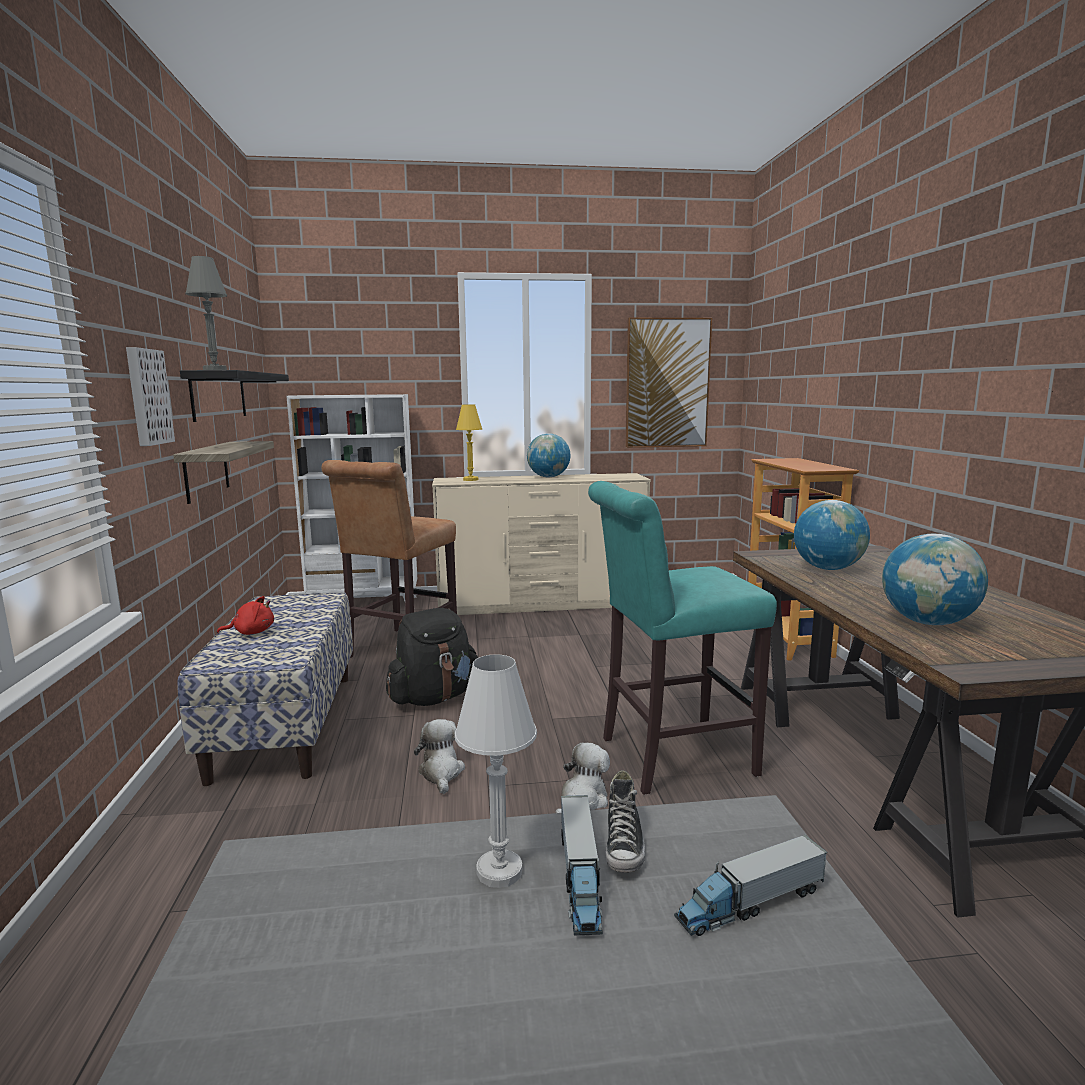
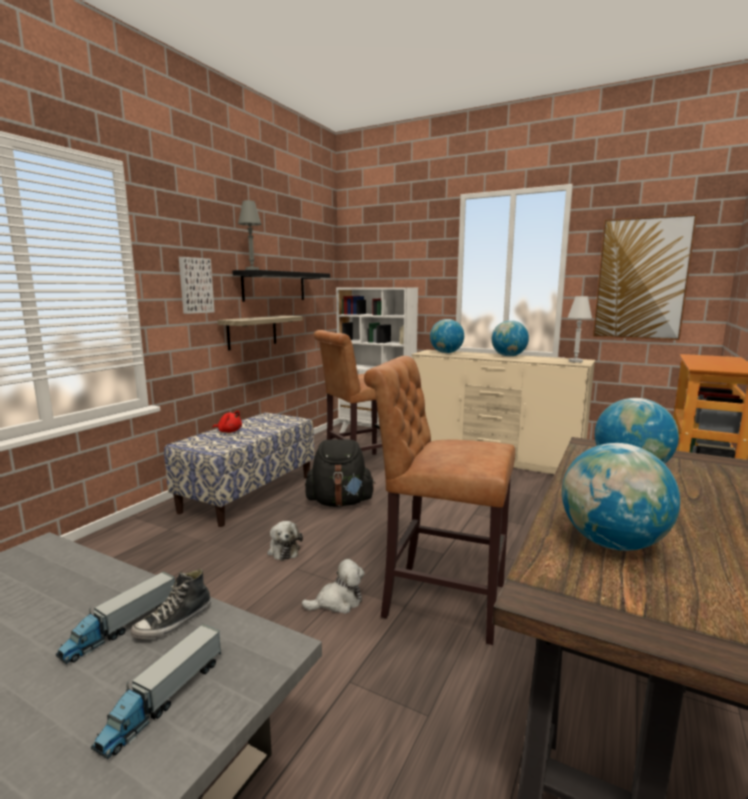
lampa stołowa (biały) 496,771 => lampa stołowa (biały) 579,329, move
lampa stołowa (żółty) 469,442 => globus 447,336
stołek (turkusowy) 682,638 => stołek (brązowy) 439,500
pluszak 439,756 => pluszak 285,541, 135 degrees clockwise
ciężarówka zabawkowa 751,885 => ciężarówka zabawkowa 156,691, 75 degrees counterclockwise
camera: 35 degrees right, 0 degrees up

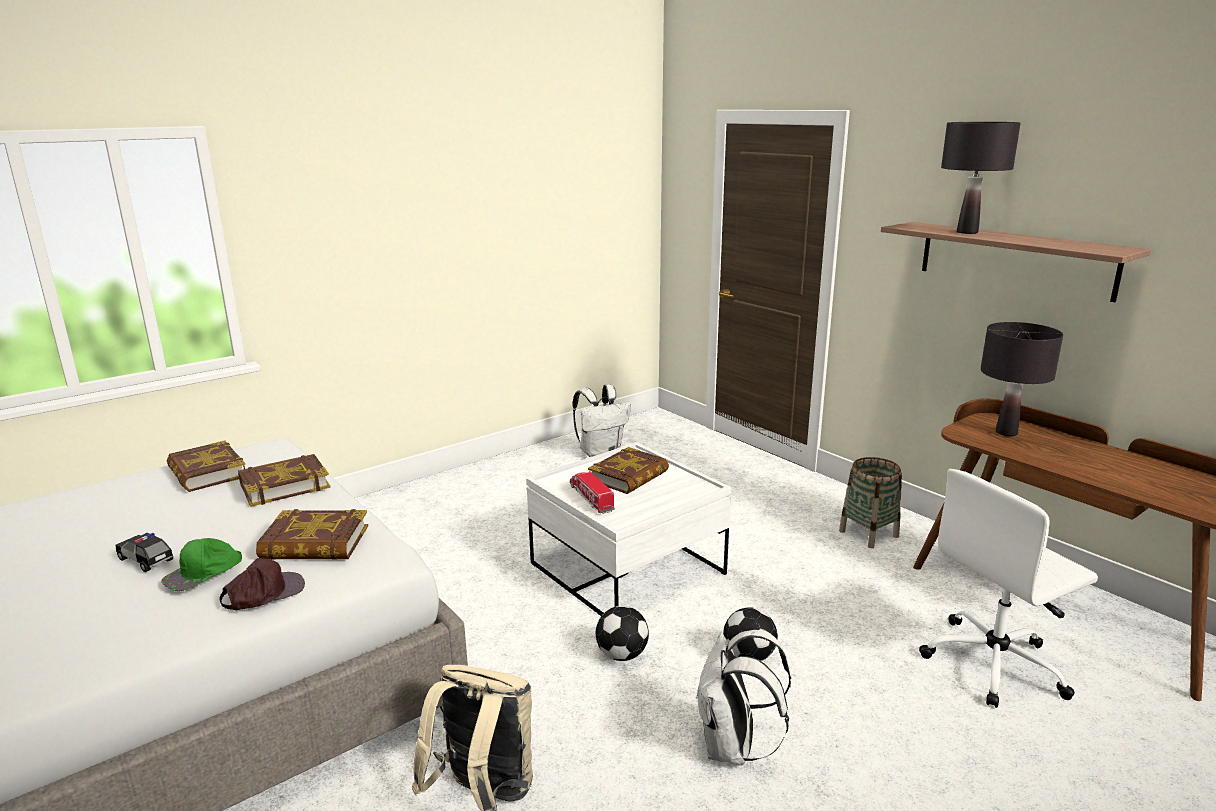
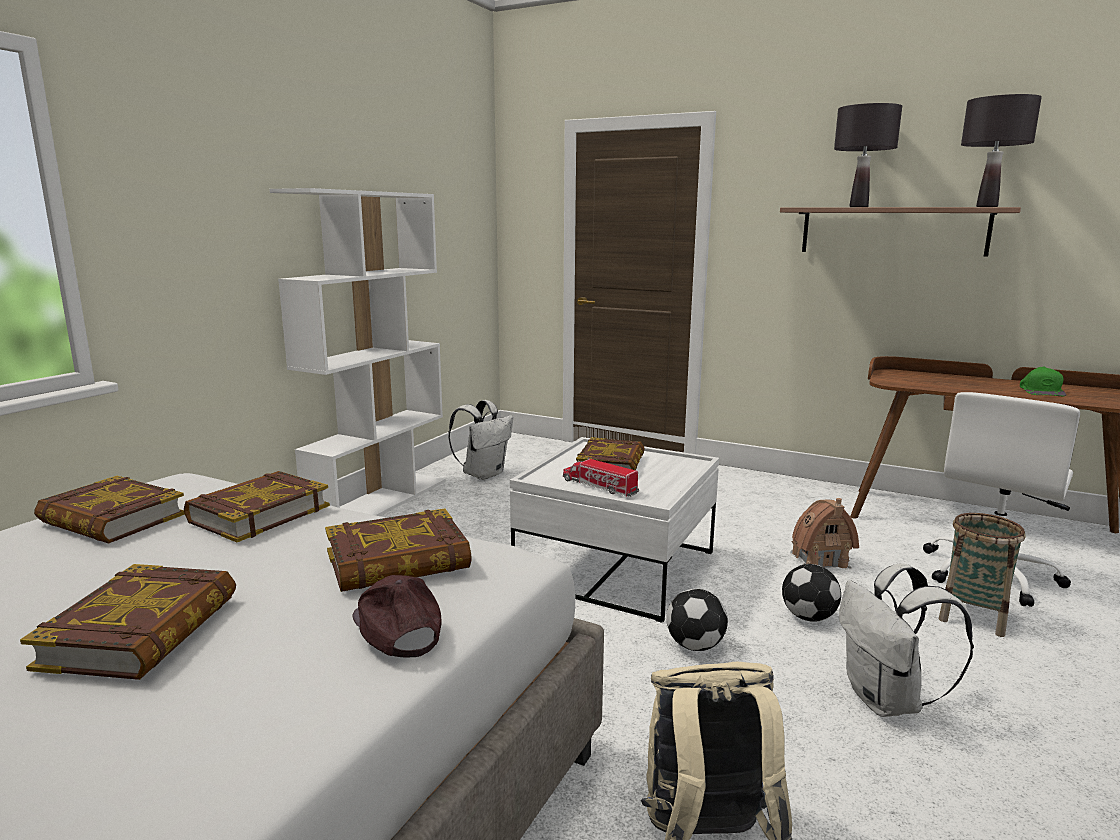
nothing => regał (biały) 357,352
nothing => domek 824,533
czapka z daszkiem (zielony) 201,564 => czapka z daszkiem (zielony) 1043,381, move
koszyk 870,502 => koszyk 982,575, move
lampa stołowa (czarny) 1021,379 => lampa stołowa (czarny) 1001,150, move
samochodzik 144,552 => książka 128,622
czapka z daszkiem (brązowy) 262,584 => czapka z daszkiem (brązowy) 397,616, 60 degrees counterclockwise
camera: 25 degrees left, 5 degrees down

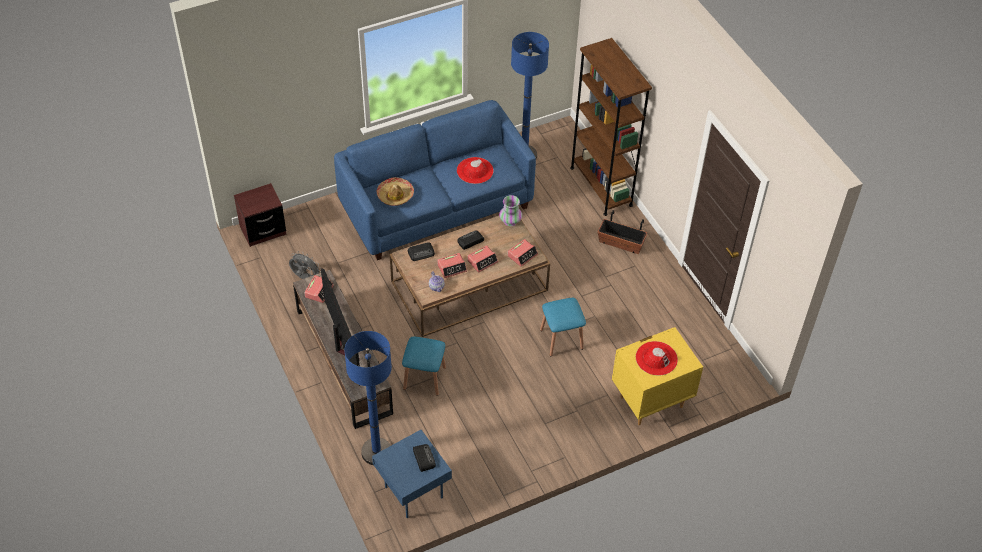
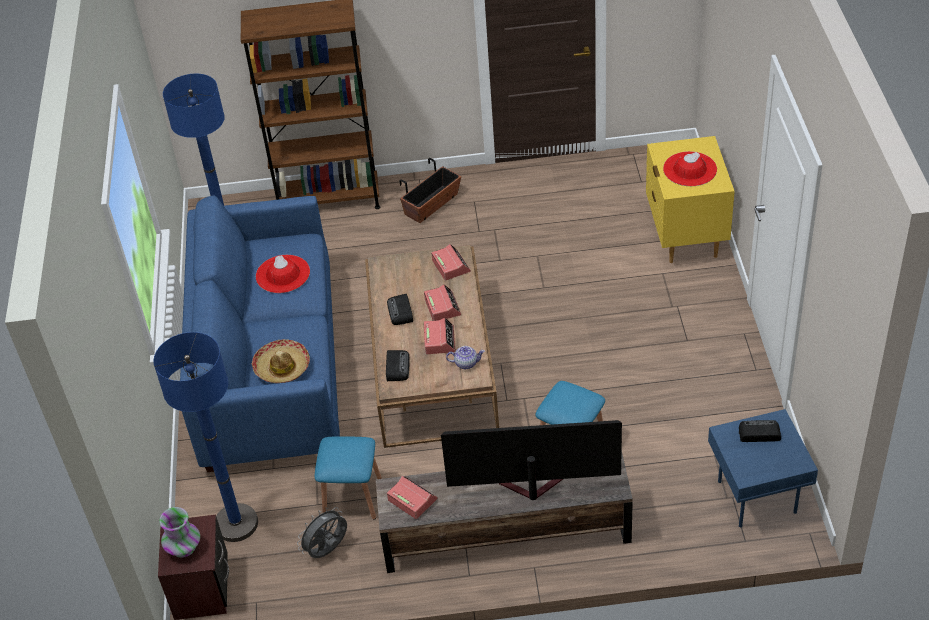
lampa stojąca (niebieski) 368,398 => lampa stojąca (niebieski) 205,437, move
wazon 510,210 => wazon 179,532, move
stołek (niebieski) 563,327 => stołek (niebieski) 348,478, move
camera: 65 degrees left, 5 degrees down

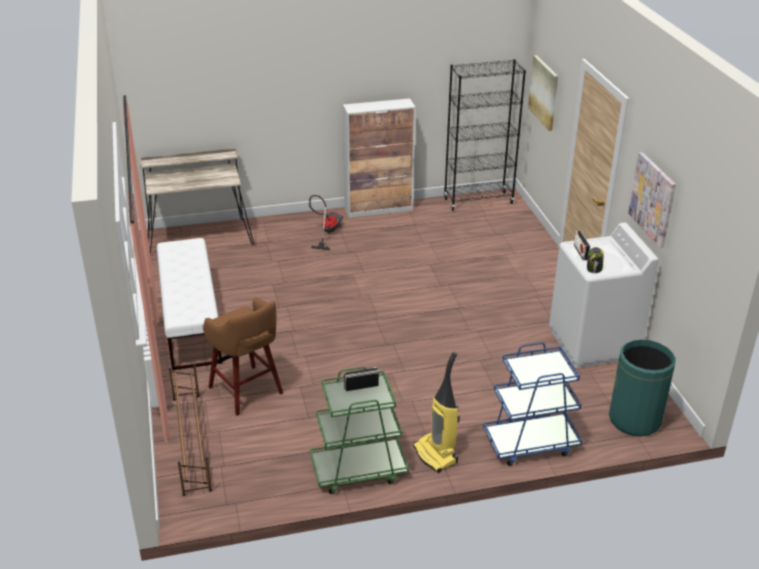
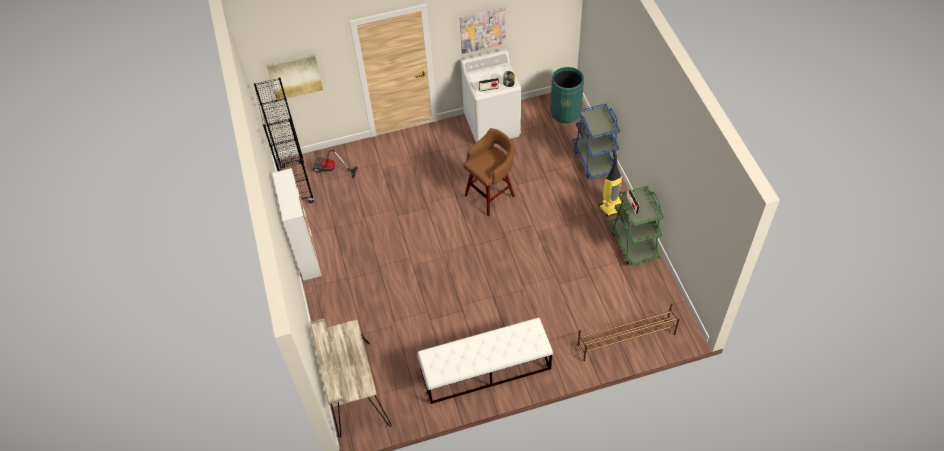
stołek (brązowy) 243,356 => stołek (brązowy) 489,172, move
odkurzacz 326,222 => odkurzacz 335,164, move
camera: 90 degrees left, 20 degrees up

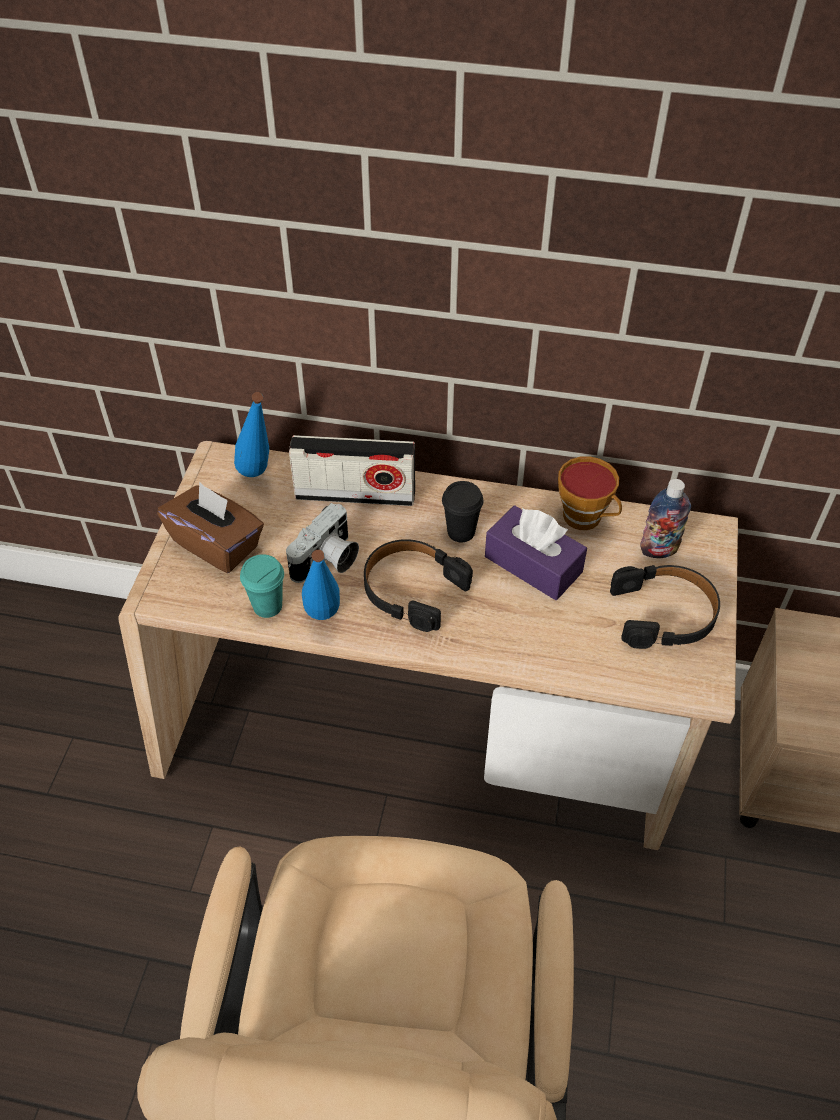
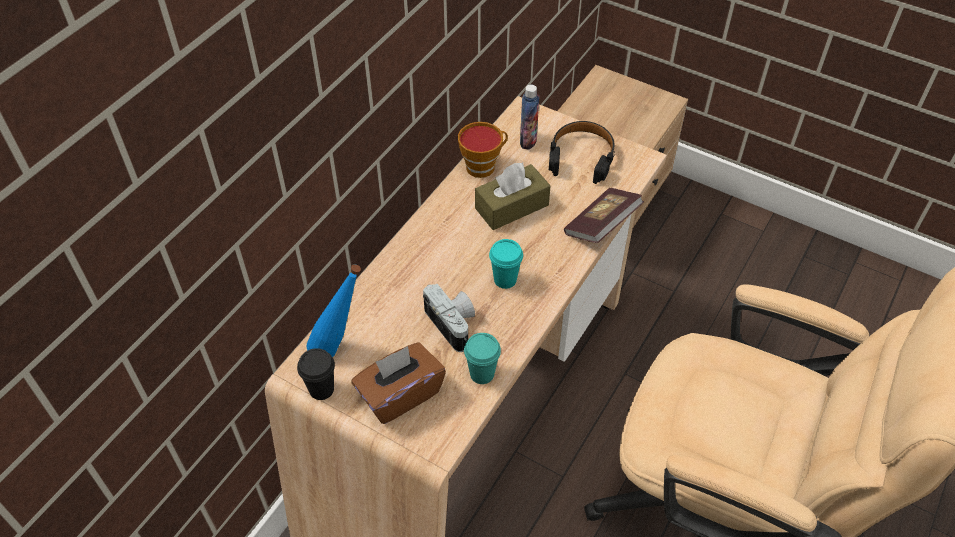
radio 352,470 => nothing
butelka (niebieski) 321,585 => nothing
nothing => książka 604,215
filiżanka (czarny) 462,511 => filiżanka (czarny) 316,374, move
słuchawki (czarny) 418,585 => filiżanka (turkusowy) 506,264
pudełko chusteczek (fioletowy) 536,552 => pudełko chusteczek (brązowy) 513,196
camera: 70 degrees left, 0 degrees up

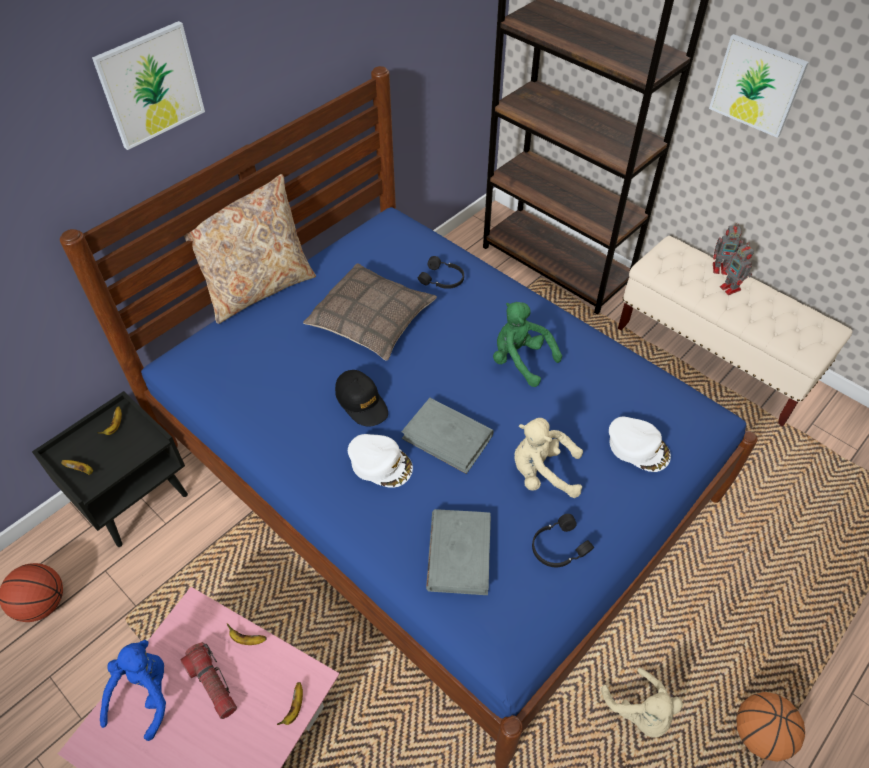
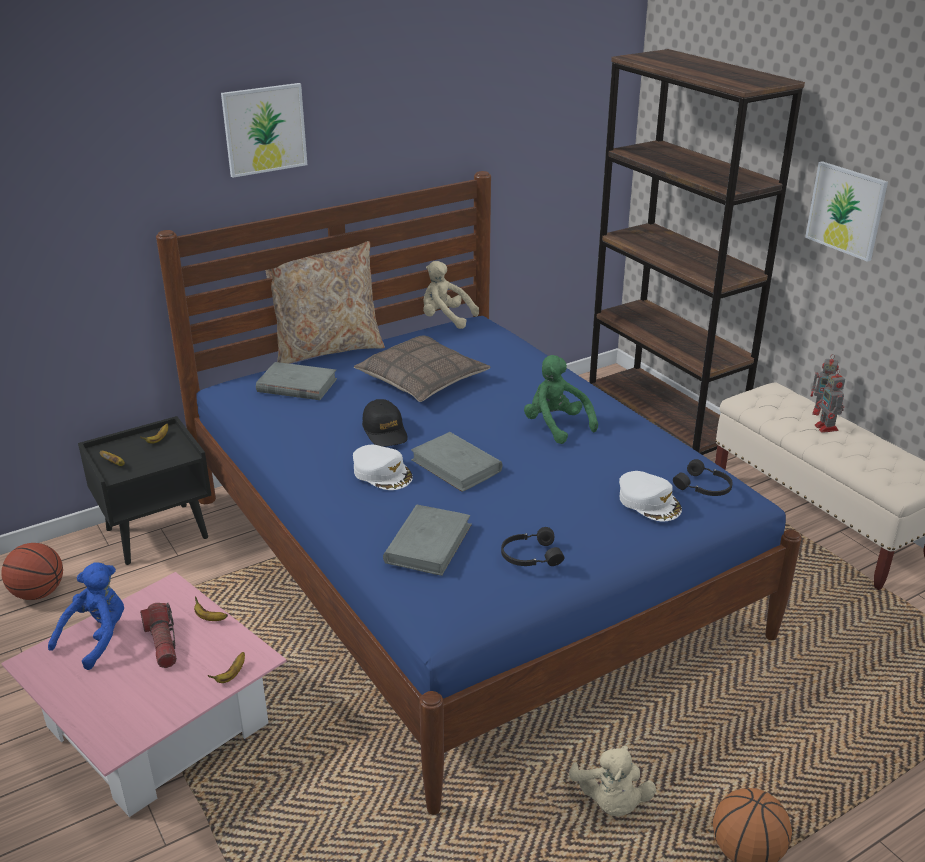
nothing => książka (szary) 296,381
słuchawki (czarny) 441,272 => słuchawki (czarny) 703,477, move
pluszak (beżowy) 548,458 => pluszak (beżowy) 451,295, move
camera: 15 degrees right, 20 degrees down

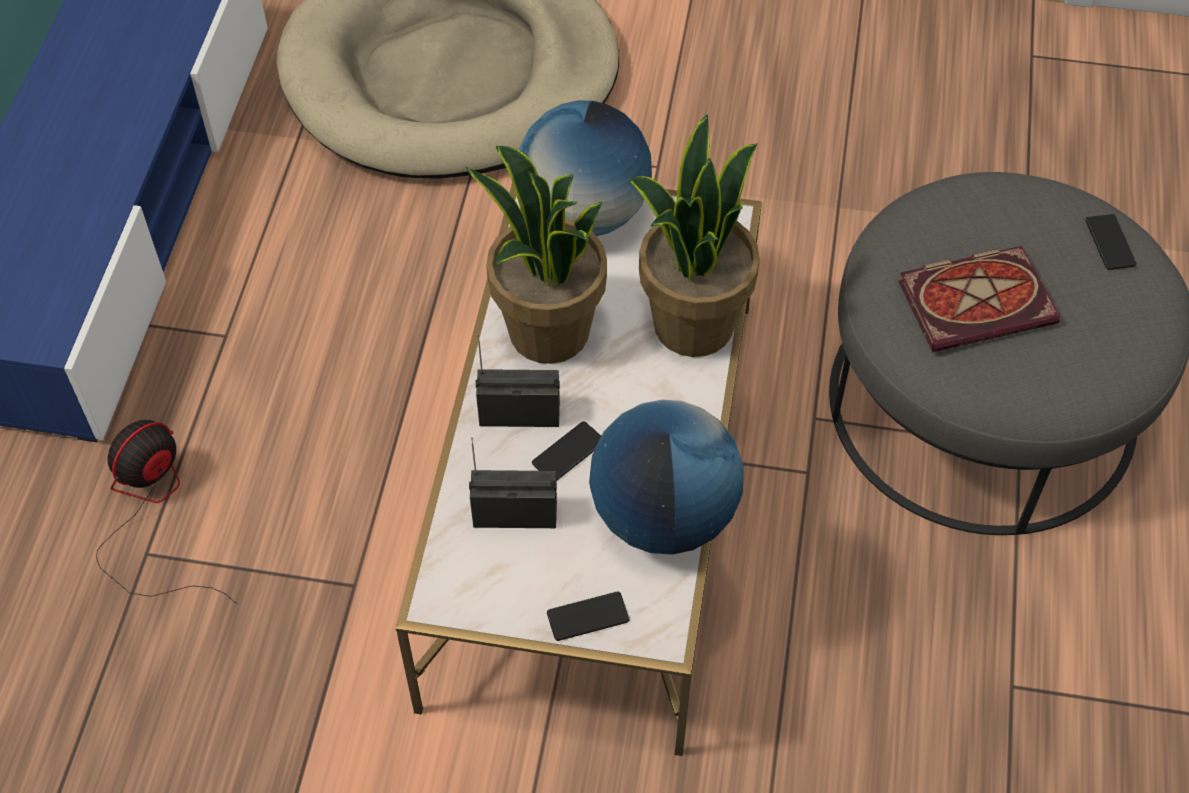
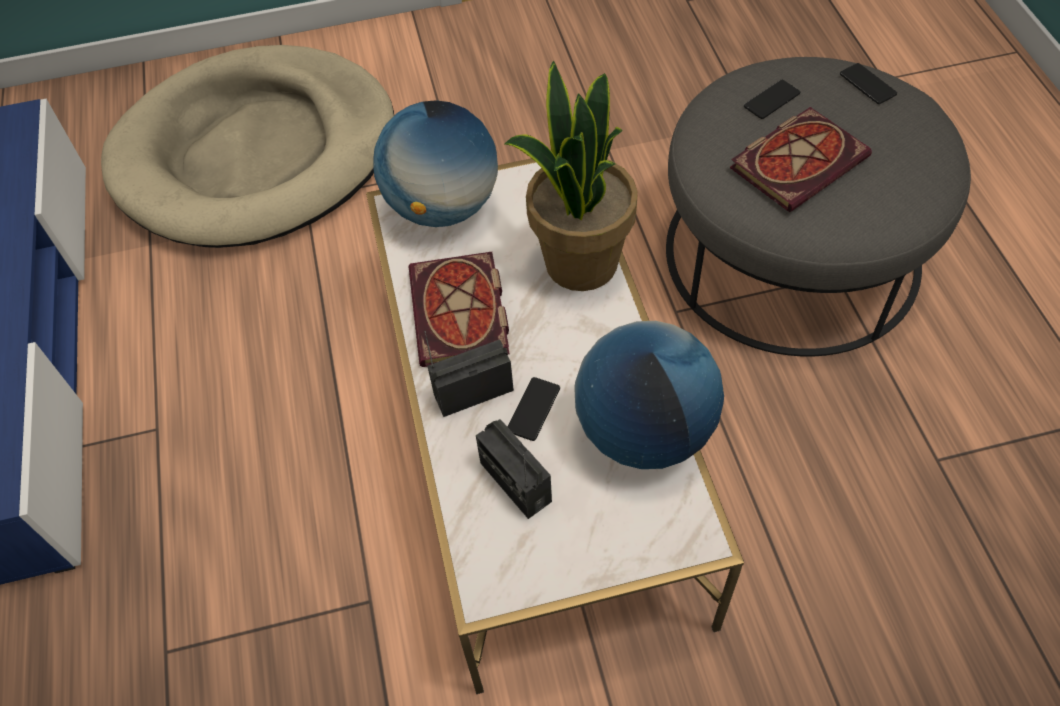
wentylator 166,512 => nothing
telefon 588,616 => telefon 772,99, move
roślina doniczkowa 536,255 => książka 459,309
radio 513,482 => radio 514,469, 105 degrees counterclockwise
camera: 20 degrees left, 0 degrees up

